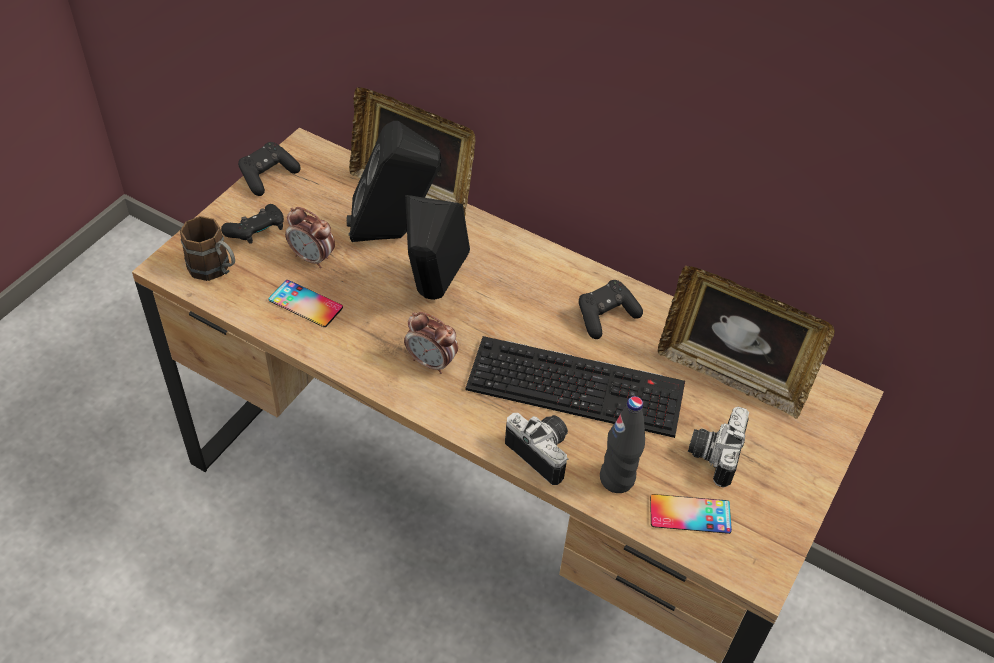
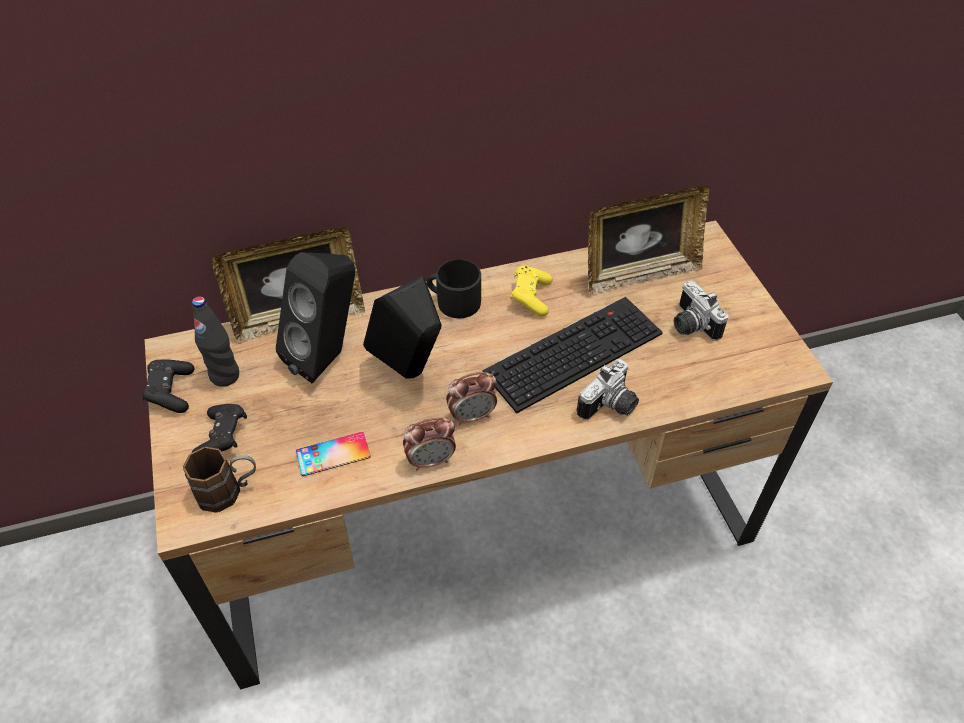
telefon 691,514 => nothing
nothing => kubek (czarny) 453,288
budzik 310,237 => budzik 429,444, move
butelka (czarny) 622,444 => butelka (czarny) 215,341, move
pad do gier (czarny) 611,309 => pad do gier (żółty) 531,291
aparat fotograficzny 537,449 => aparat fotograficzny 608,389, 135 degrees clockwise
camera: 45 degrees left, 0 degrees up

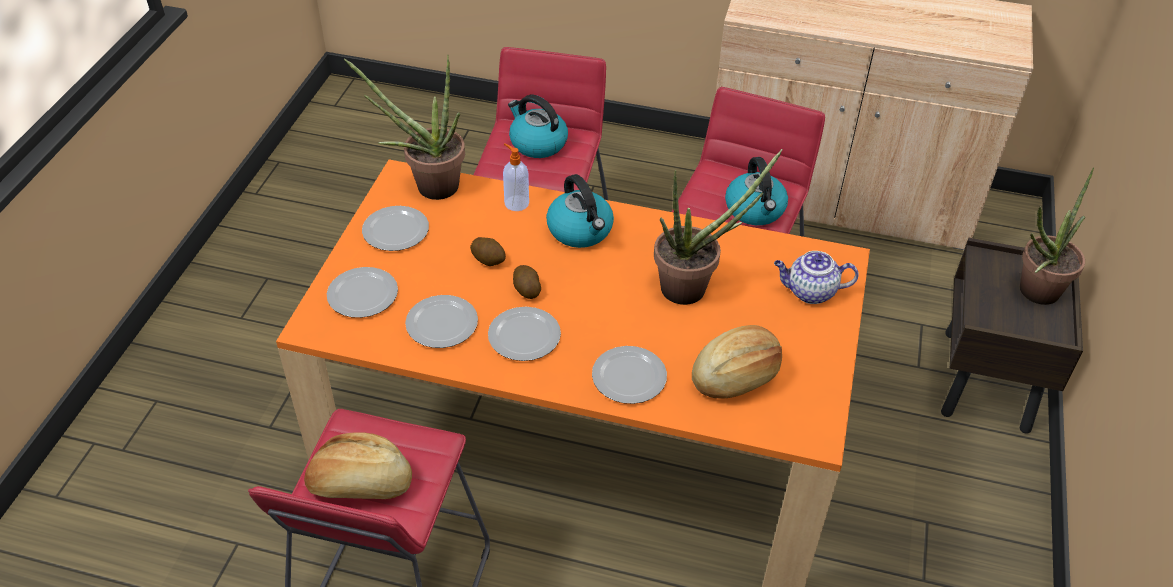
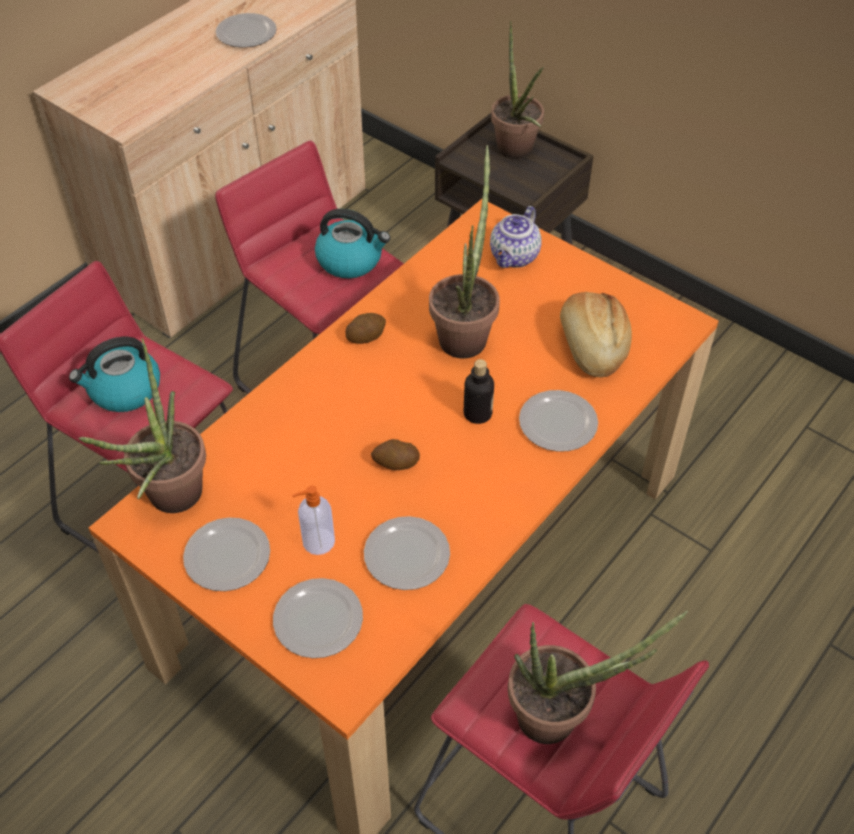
czajnik 580,211 => nothing
nothing => butelka 479,391
ziemniak 488,251 => ziemniak 366,328, move
talerz 524,334 => talerz 246,30, move
dozownik mydła 516,177 => dozownik mydła 313,520, move
chleb 358,465 => roślina doniczkowa 598,677
camera: 65 degrees left, 5 degrees up

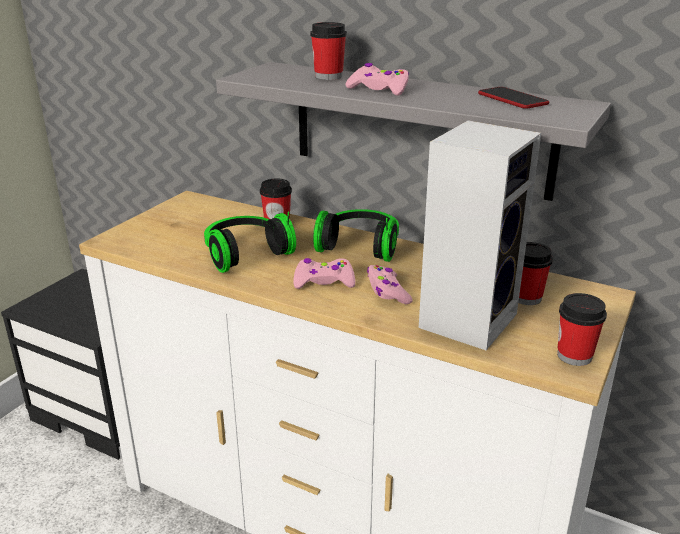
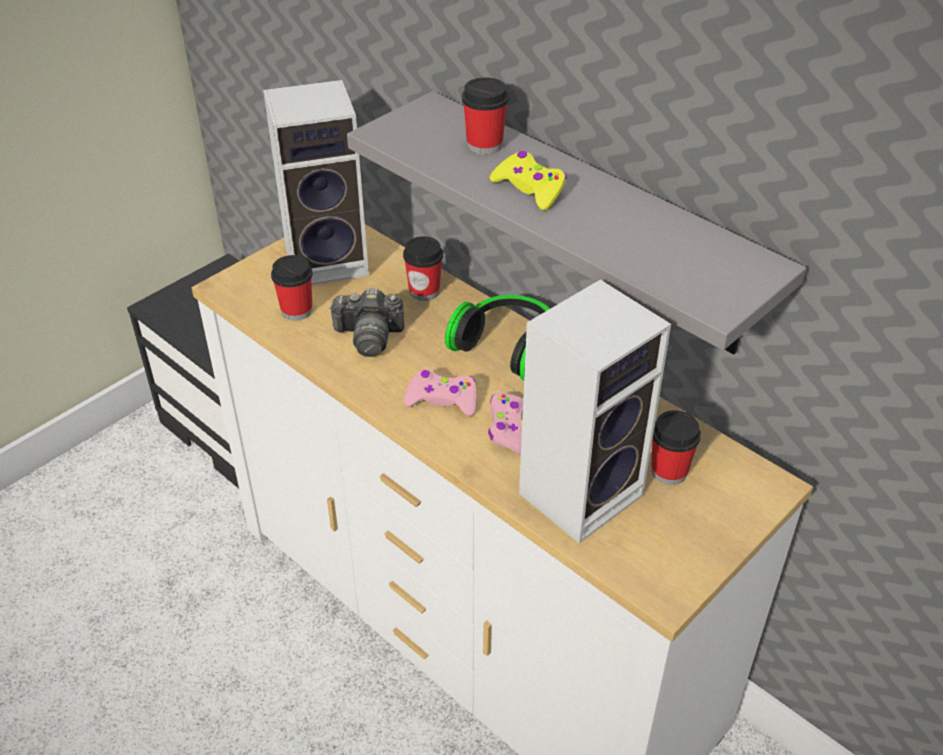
telefon 513,98 => nothing
nothing => głośnik 316,182
filiżanka 582,329 => filiżanka 291,288, move
słuchawki 250,242 => aparat fotograficzny 366,322
pad do gier (różowy) 377,79 => pad do gier (żółty) 528,180
camera: 15 degrees right, 15 degrees up

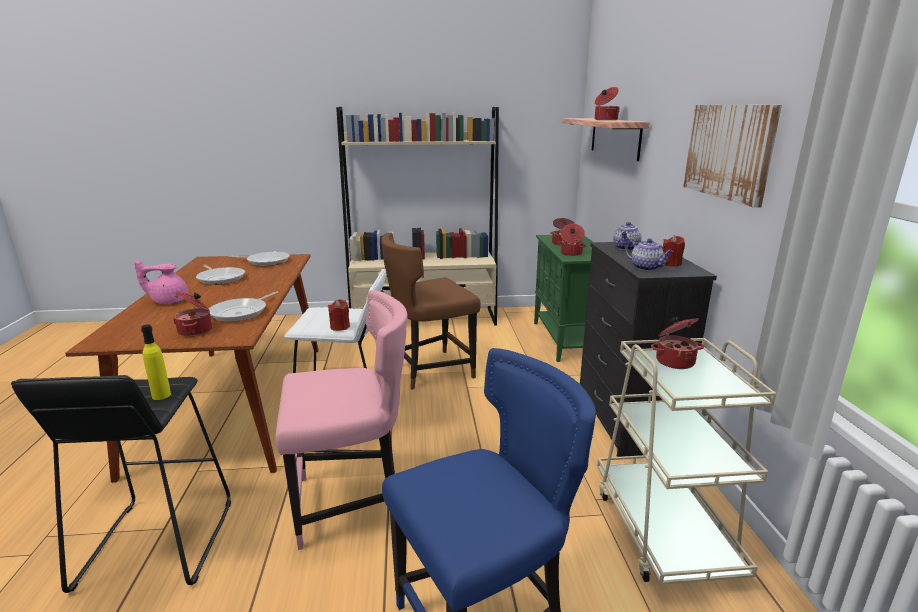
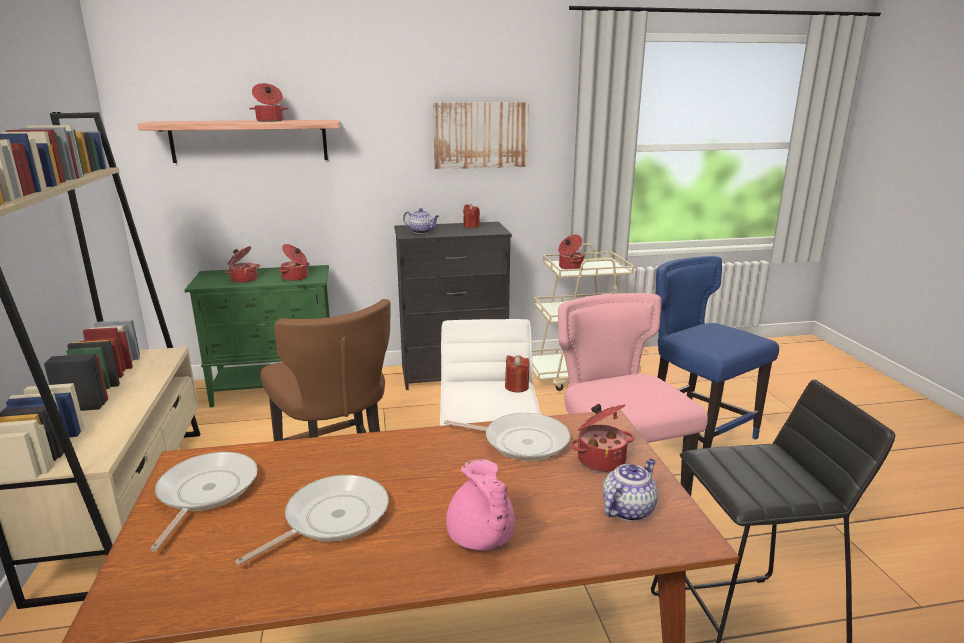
butelka (żółty) 156,362 => nothing
imbryk 649,255 => imbryk 630,490, move
camera: 95 degrees left, 0 degrees up

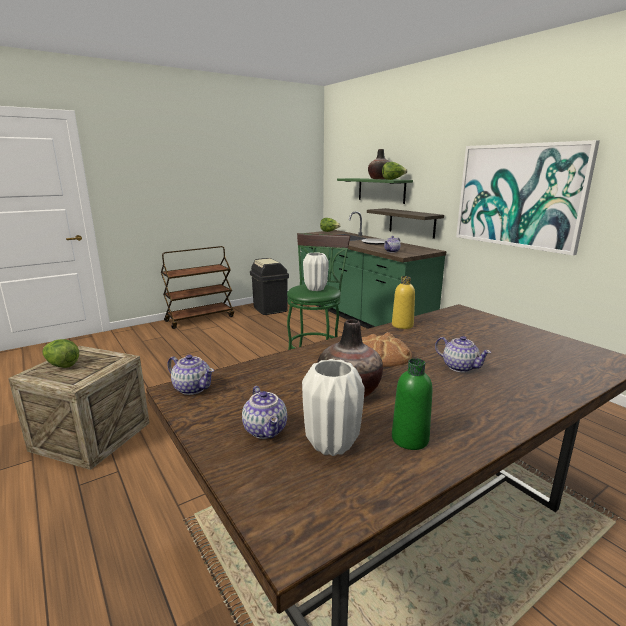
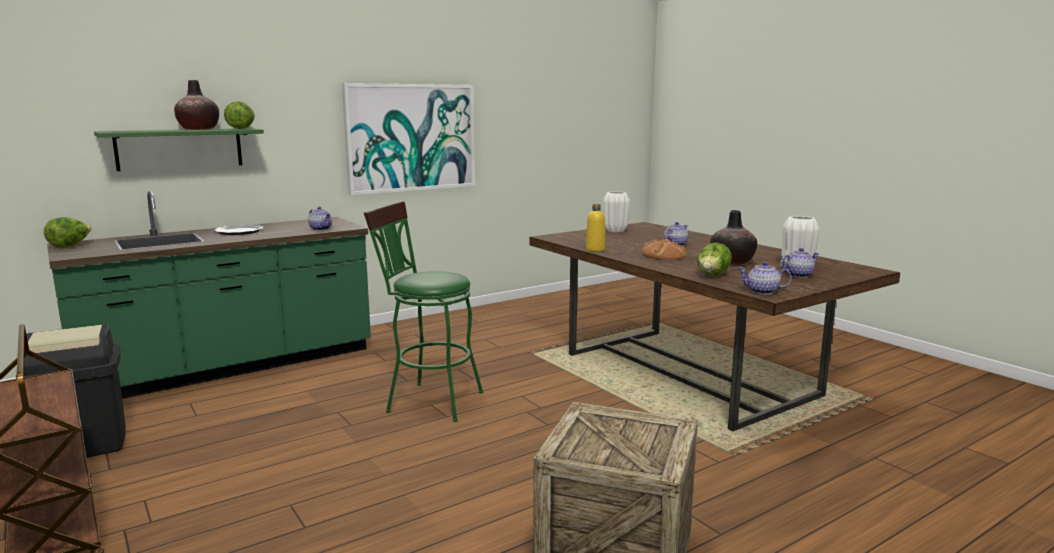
półka 405,223 => nothing
butelka (zielony) 412,404 => nothing
sałata 61,353 => sałata 714,258, move
wazon (biały) 316,271 => wazon (biały) 616,211, move
imbryk 191,374 => imbryk 765,277, 105 degrees counterclockwise
camera: 90 degrees left, 5 degrees down

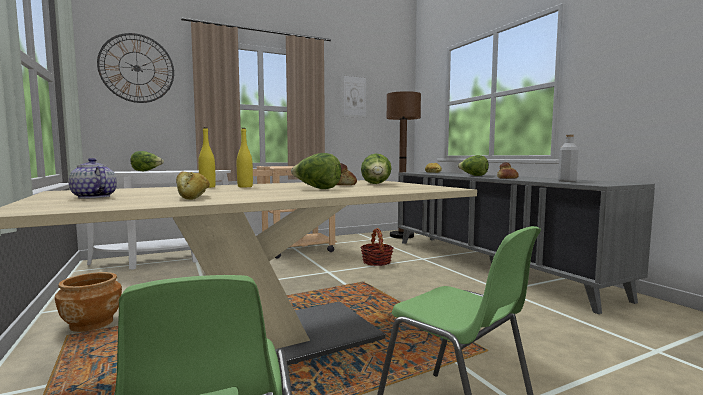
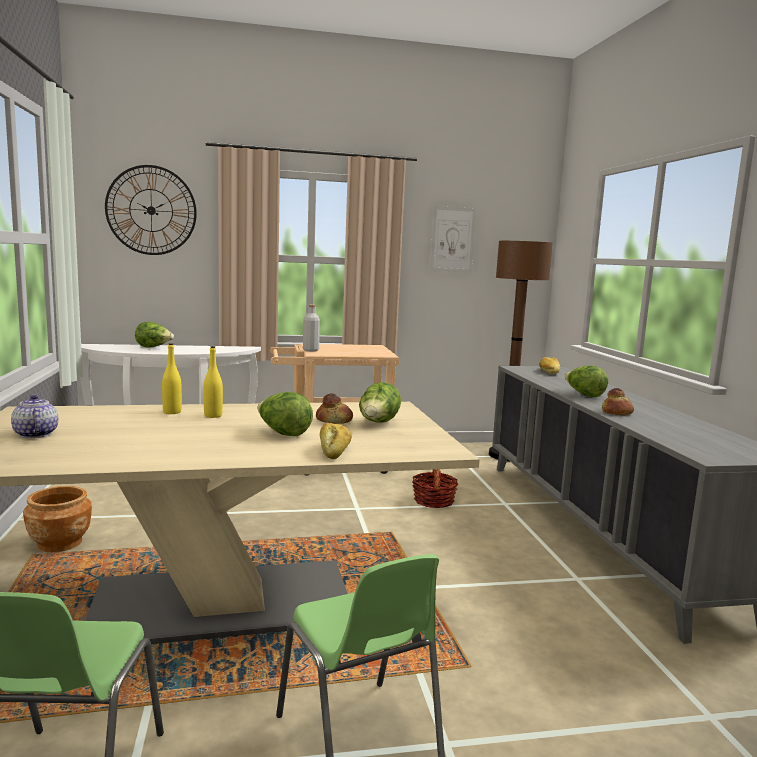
chleb 193,185 => chleb 336,441, move
butelka (szary) 568,158 => butelka (szary) 311,328, move
camera: 15 degrees right, 5 degrees up

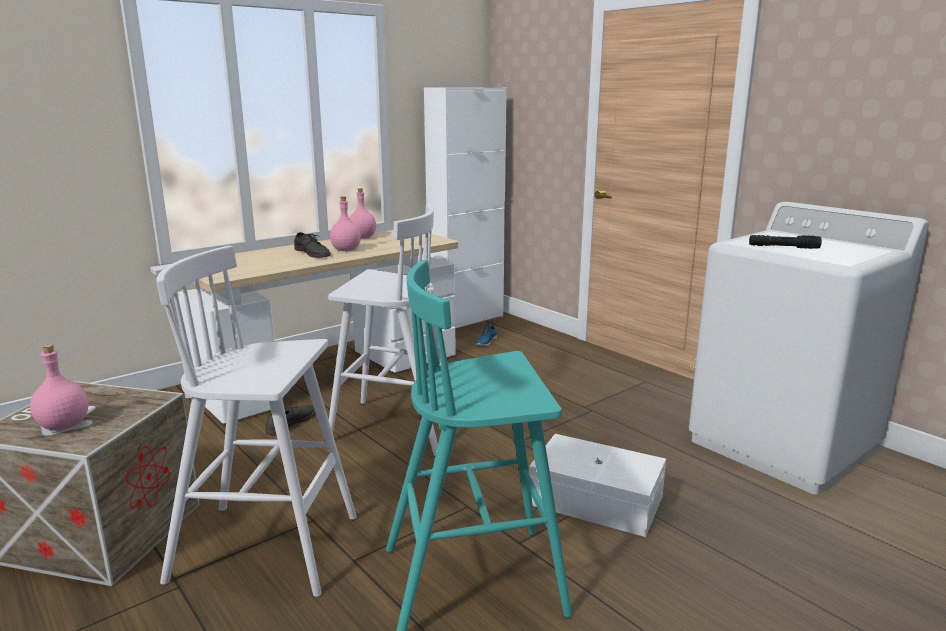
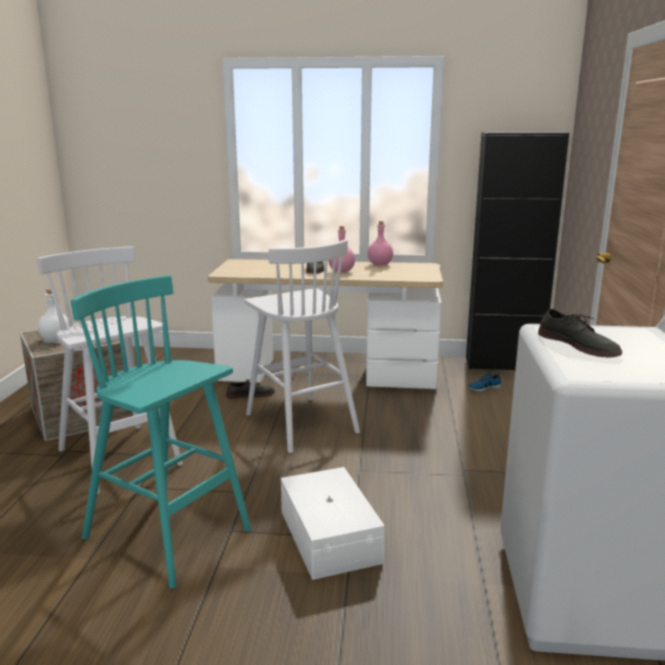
latarka (czarny) 785,242 => but (szary) 580,333
butelka (różowy) 59,387 => butelka (biały) 53,315
szafka (biały) 465,207 => szafka (czarny) 517,251
camera: 45 degrees right, 0 degrees up

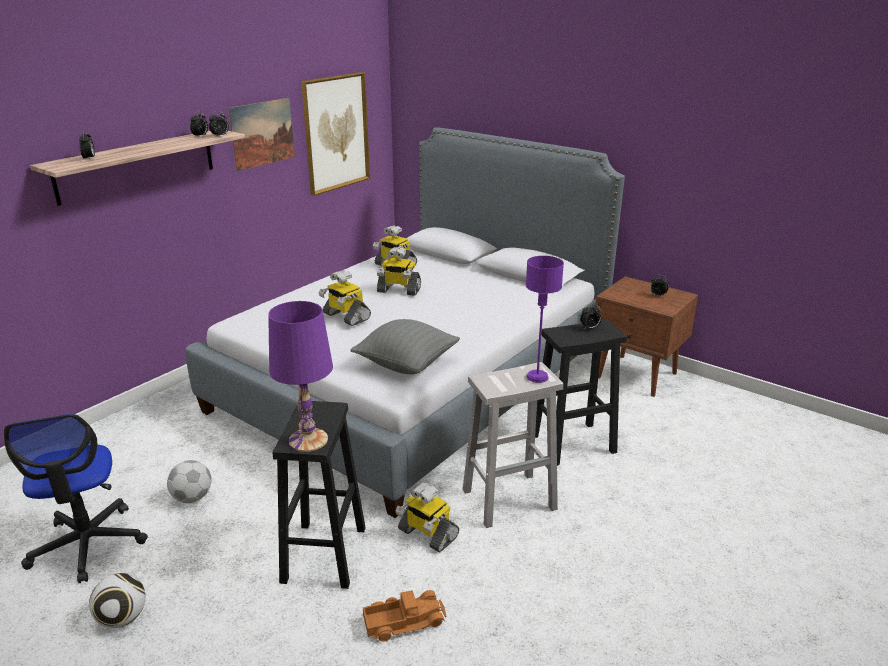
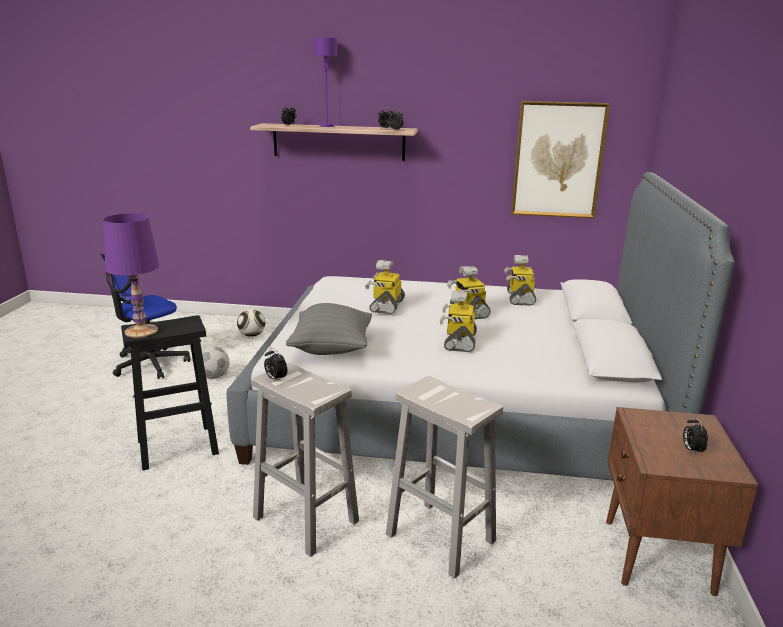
obraz 261,134 => nothing
ciężarówka zabawkowa 404,616 => nothing
piłka futbolowa 117,600 => piłka futbolowa 251,323, move
robot zabawkowy 427,517 => robot zabawkowy 458,321, move
lampa stołowa (fioletowy) 545,319 => lampa stołowa (fioletowy) 325,82, move
budzik 591,316 => budzik 275,364, move
stołek (czarny) 581,392 => stołek (biały) 444,477
camera: 60 degrees right, 5 degrees down

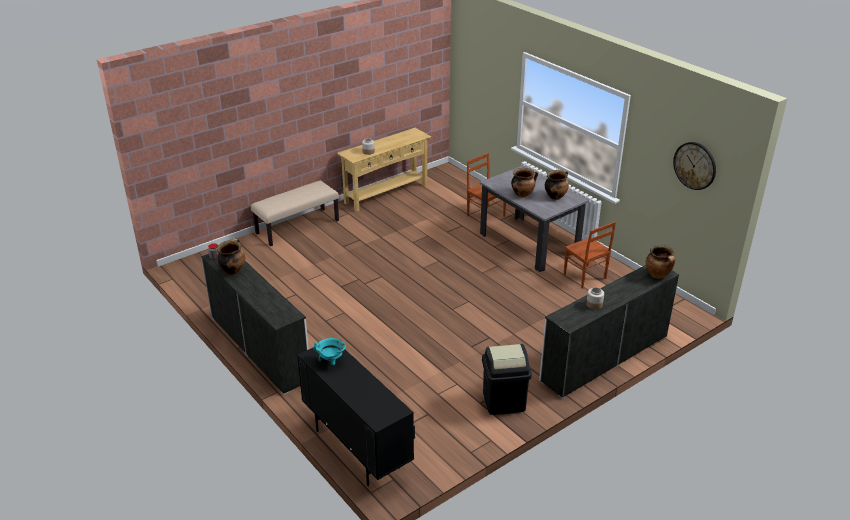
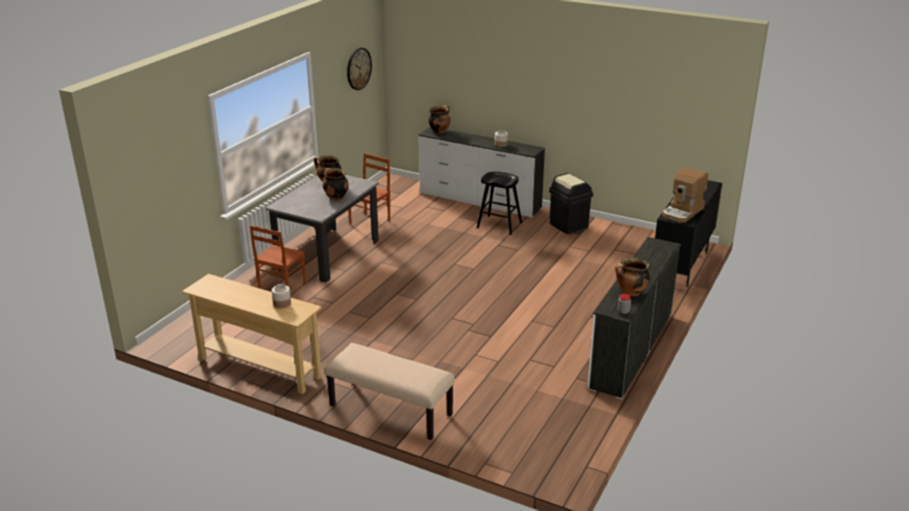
nothing => stołek (czarny) 499,203
garnek (turkusowy) 329,351 => ekspres do kawy 685,195
camera: 115 degrees left, 5 degrees down

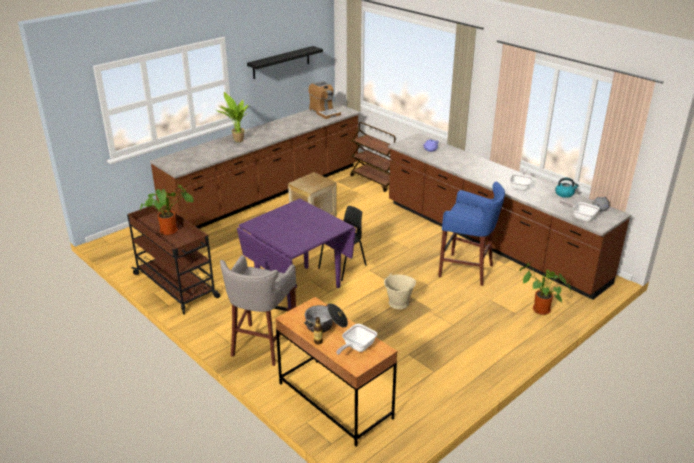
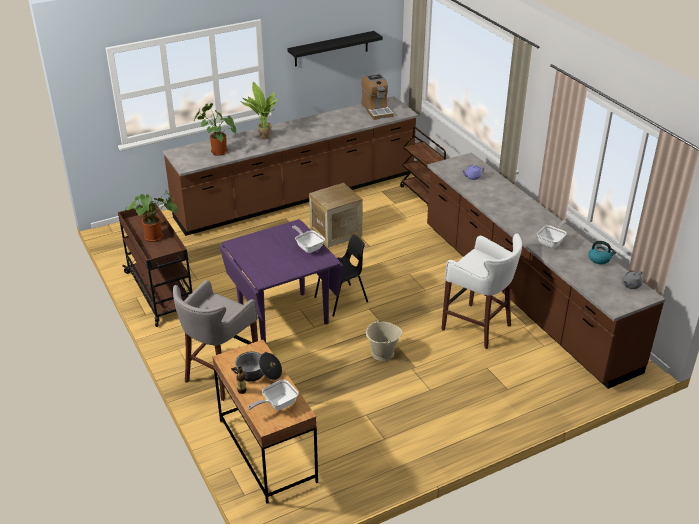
roślina doniczkowa 545,288 => roślina doniczkowa 215,129, move
patelnia 579,211 => patelnia 308,239, move
stołek (niebieski) 471,234 => stołek (biały) 481,291
camera: 15 degrees right, 5 degrees up

